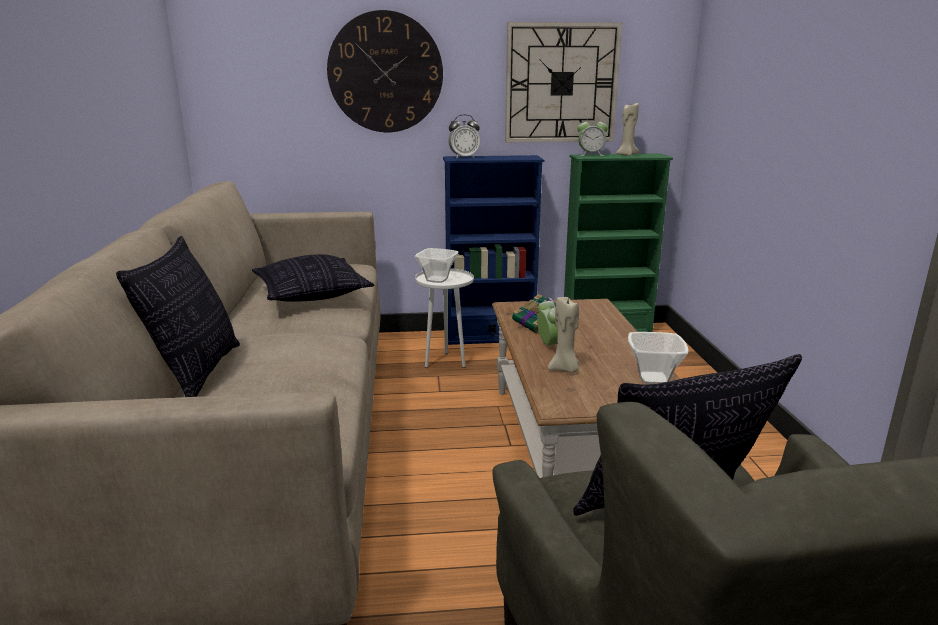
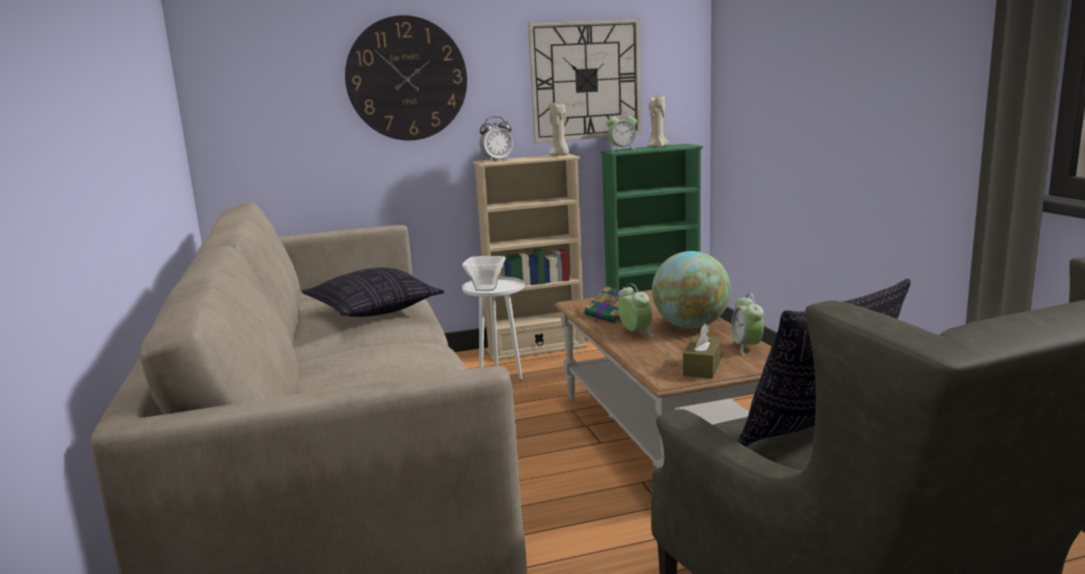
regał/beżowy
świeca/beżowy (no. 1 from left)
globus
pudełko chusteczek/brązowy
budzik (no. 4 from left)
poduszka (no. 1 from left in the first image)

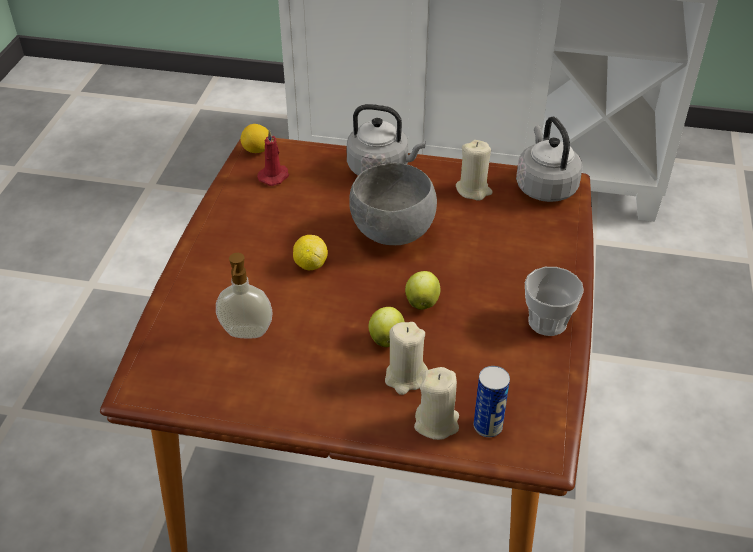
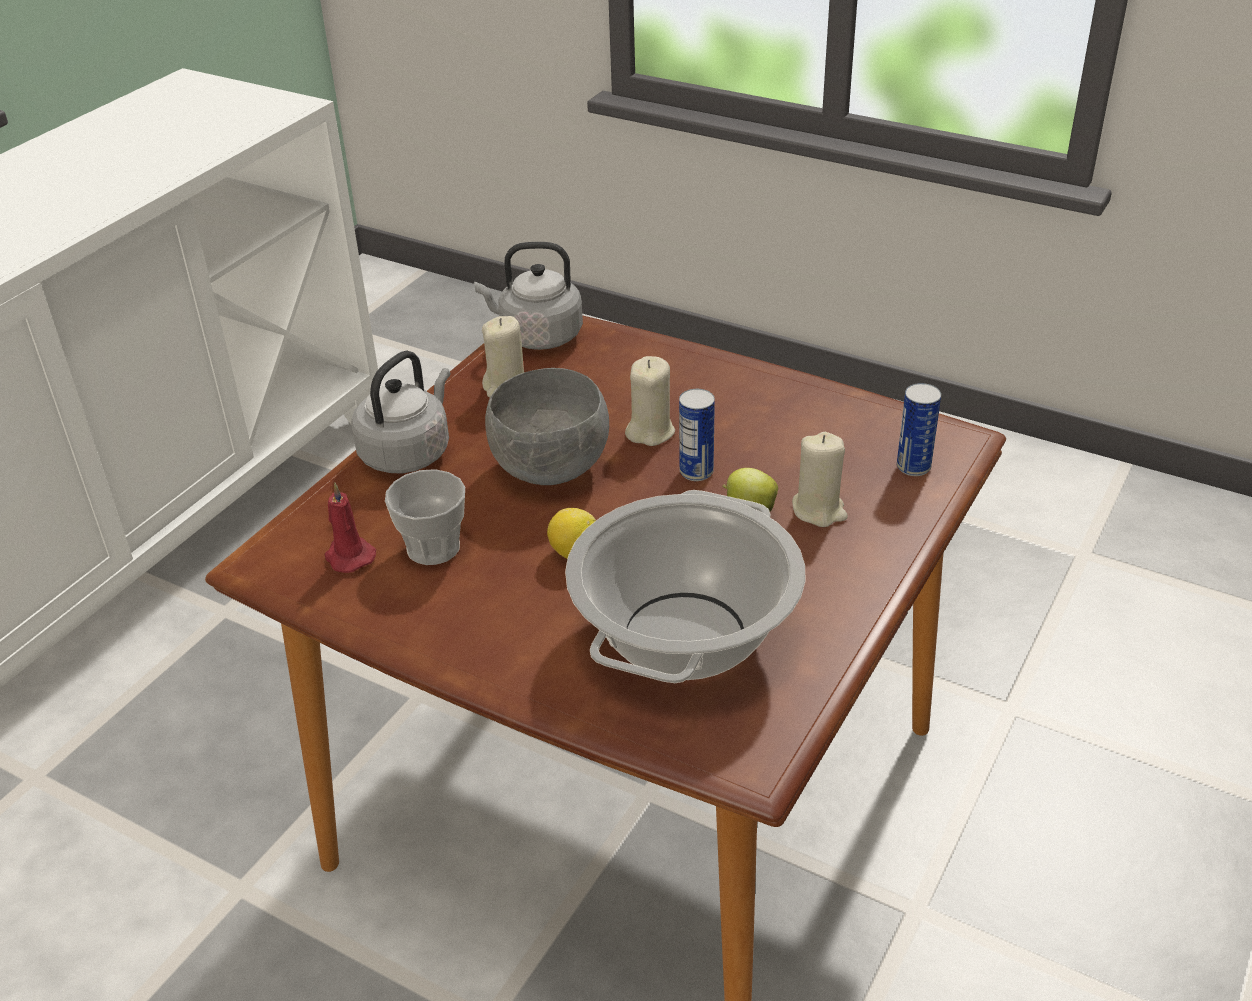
filiżanka
garnek
świeca/beżowy (no. 2 from left)
puszka (no. 1 from left)
cytryna (no. 1 from left in the first image)

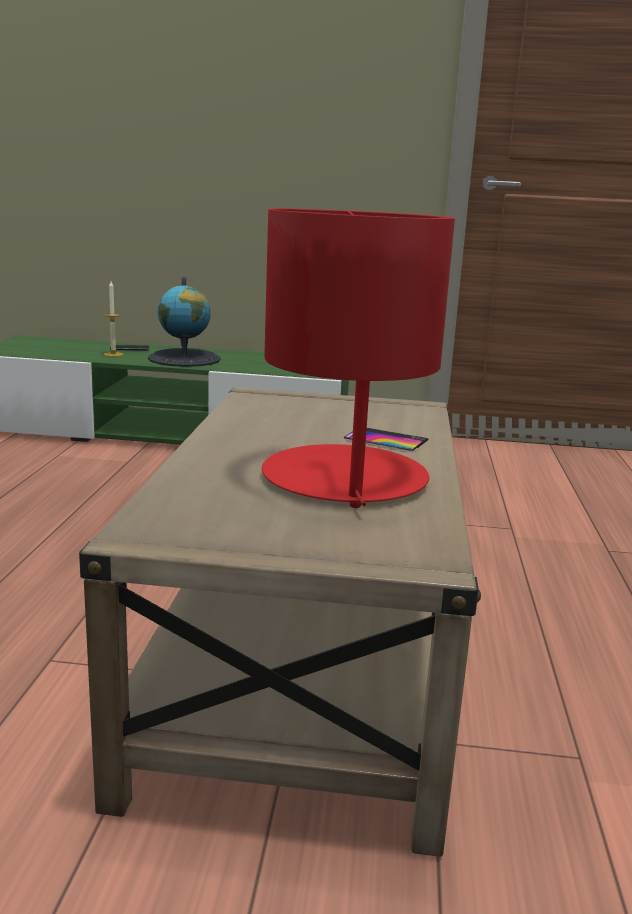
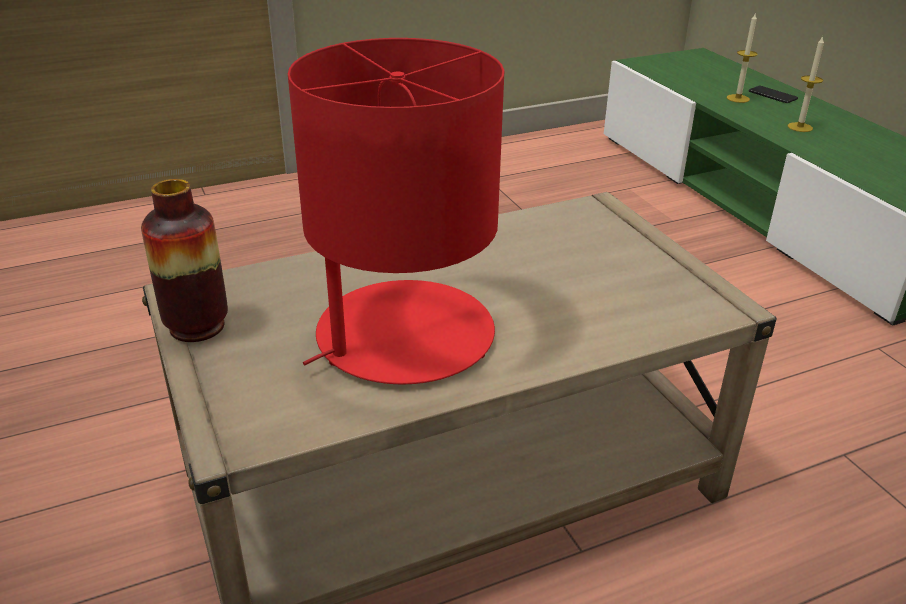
wazon
świeca (no. 2 from left)
telefon (no. 2 from left in the first image)

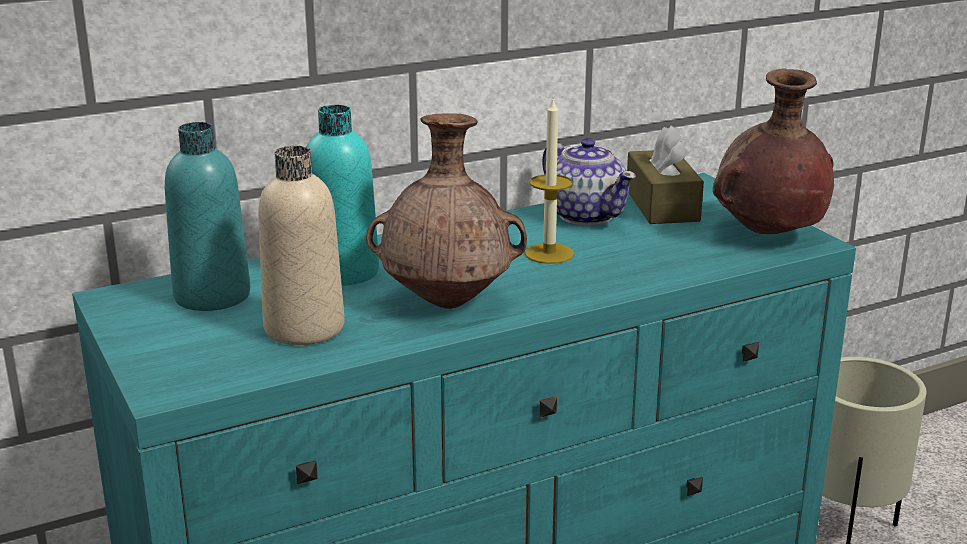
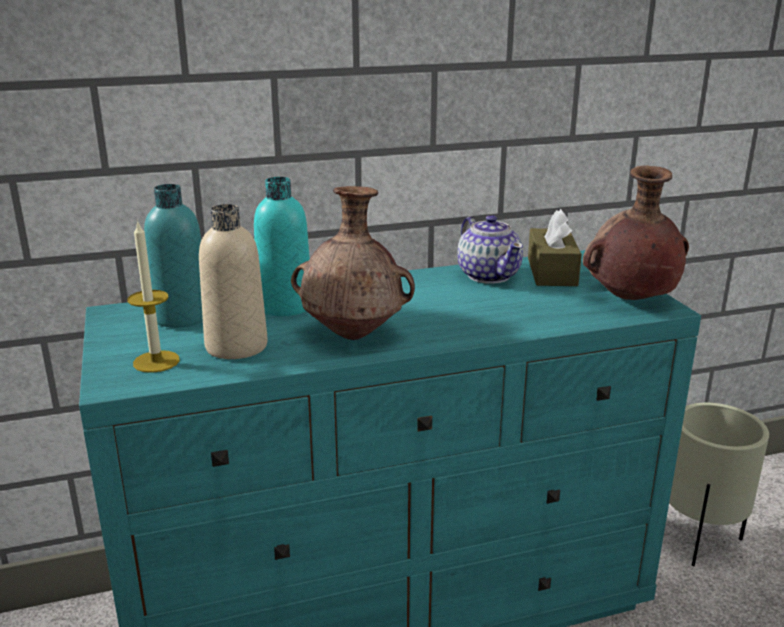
świeca

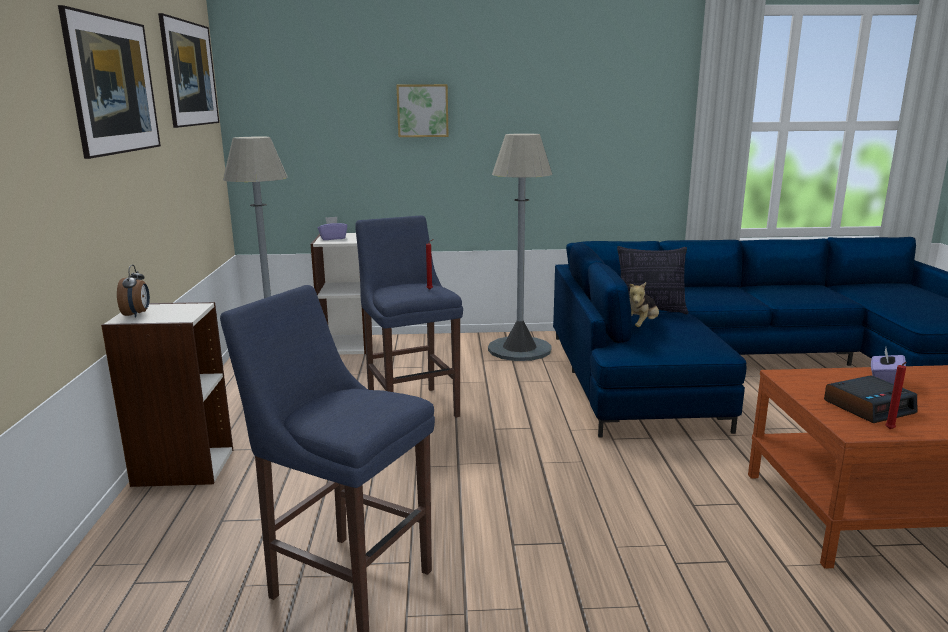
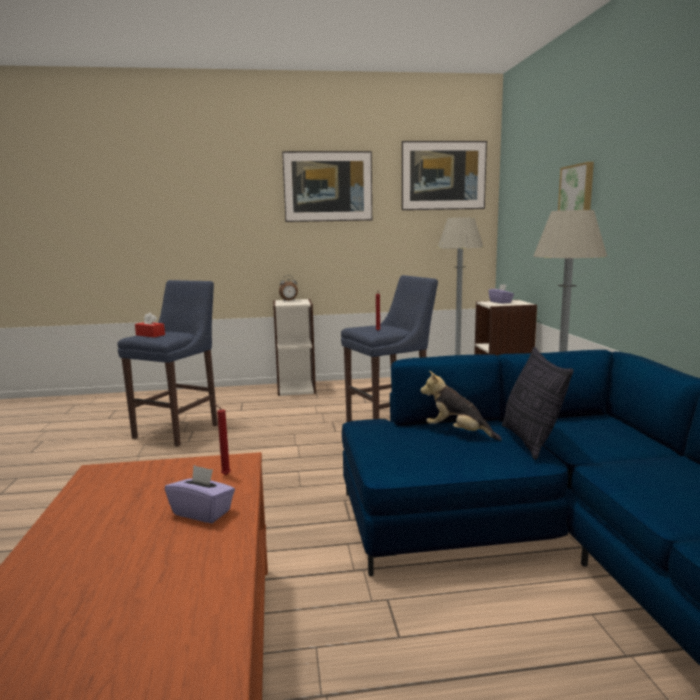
pudełko chusteczek/czerwony
świeca/czerwony (no. 1 from left)
budzik (no. 2 from left in the first image)

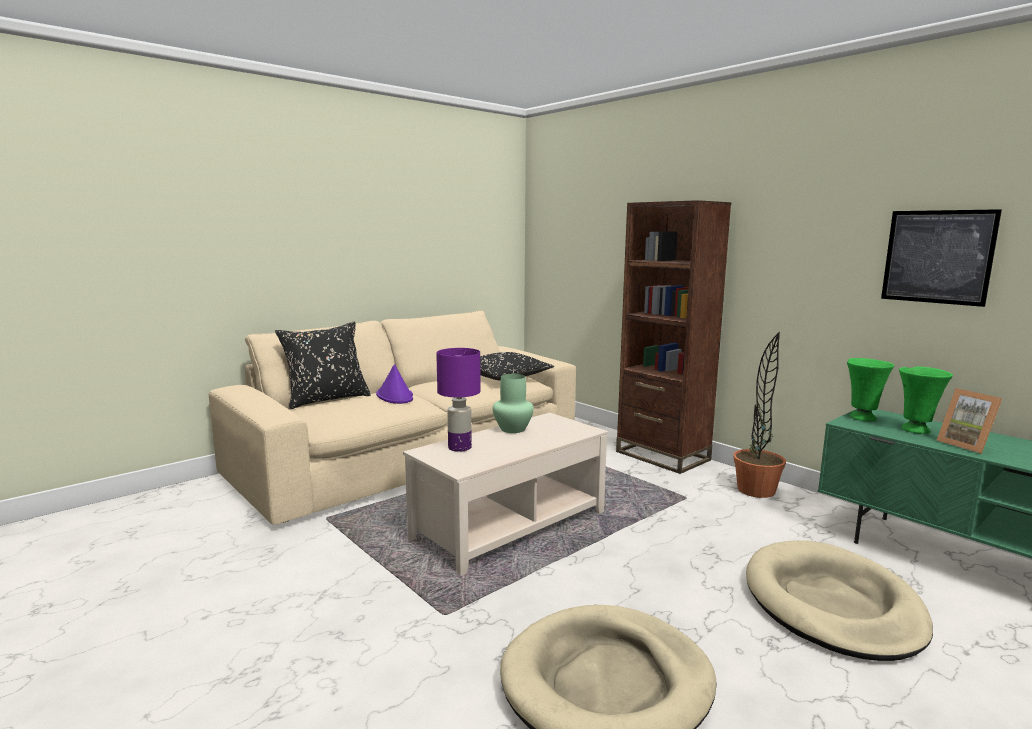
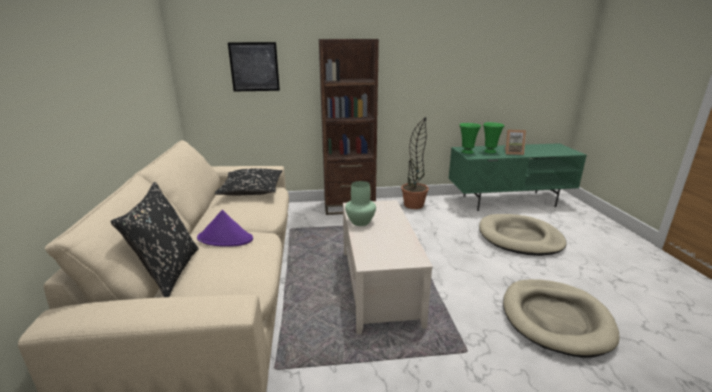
obraz
lampa stołowa/fioletowy

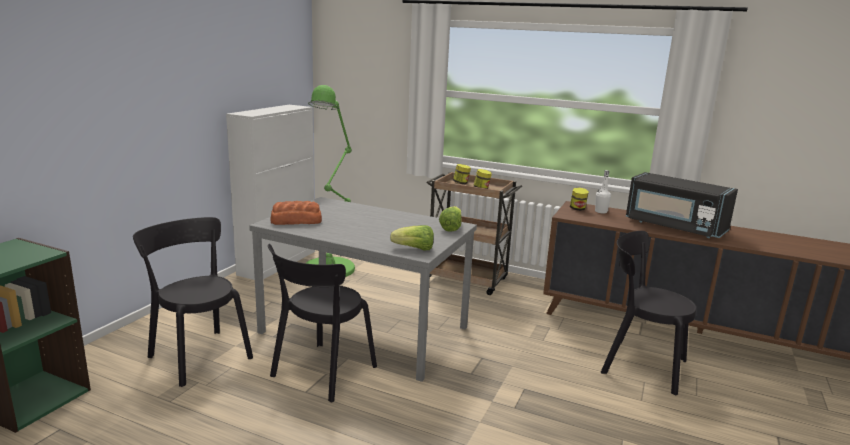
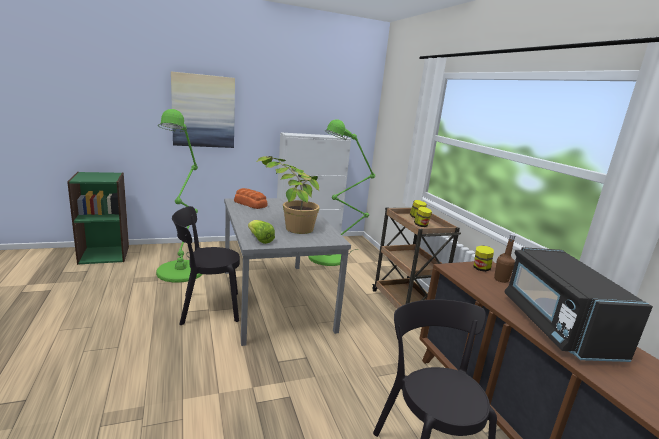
lampa stojąca/zielony (no. 1 from left)
obraz
roślina doniczkowa
butelka/brązowy
sałata (no. 2 from left in the first image)

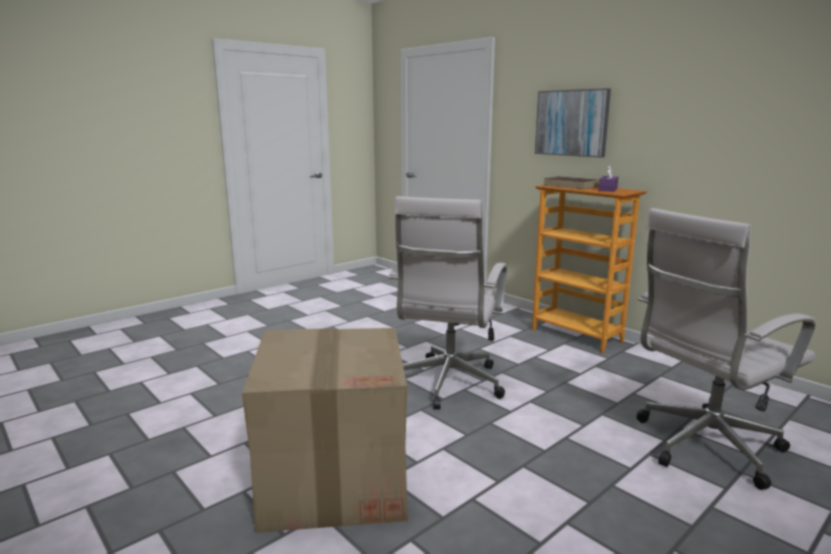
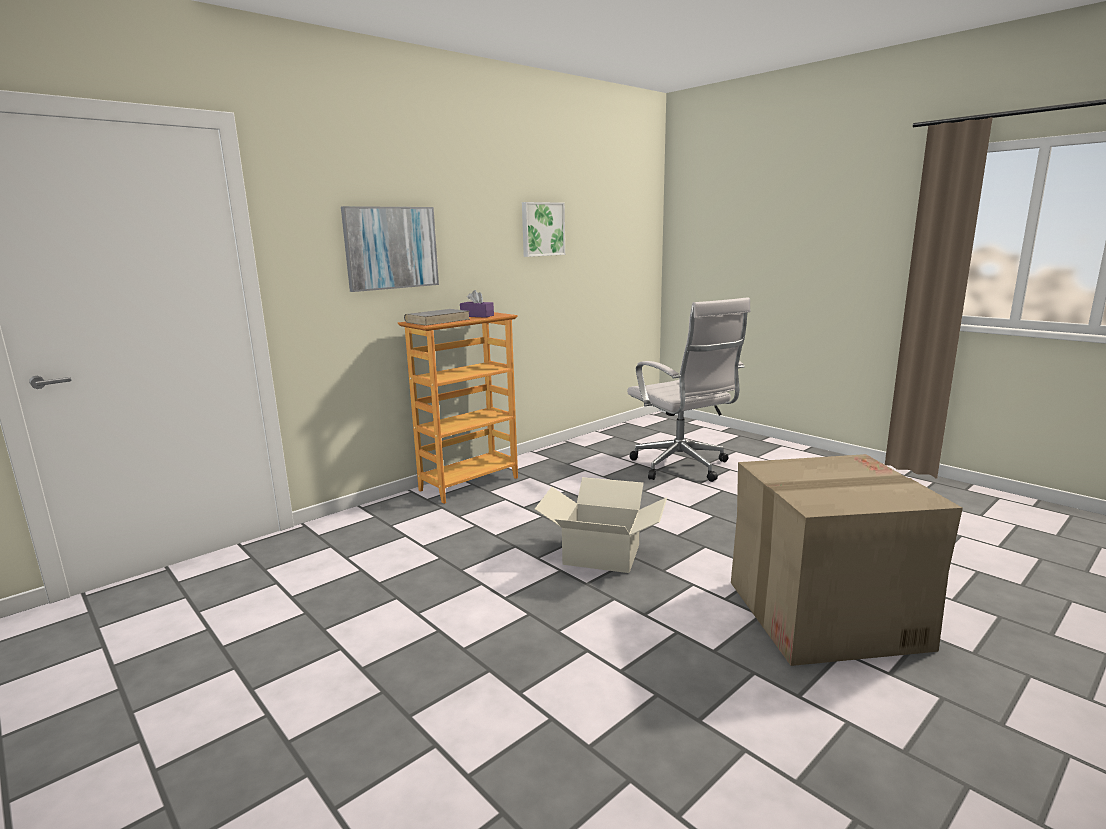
książka/szary
obraz (no. 2 from left)
karton (no. 1 from left)

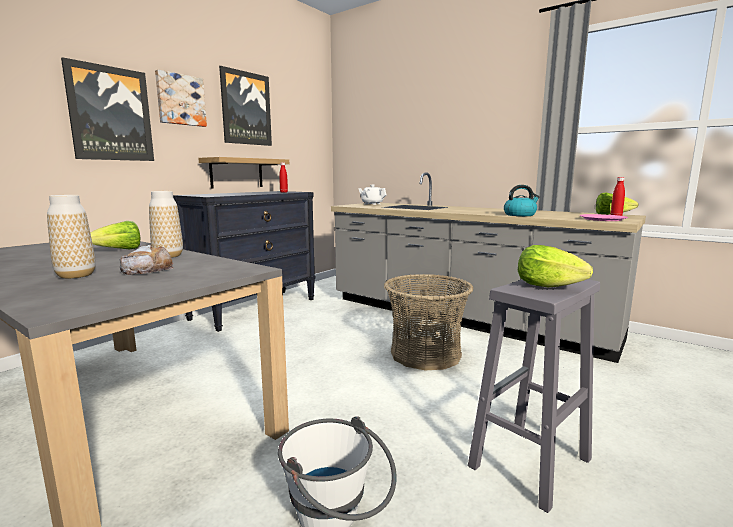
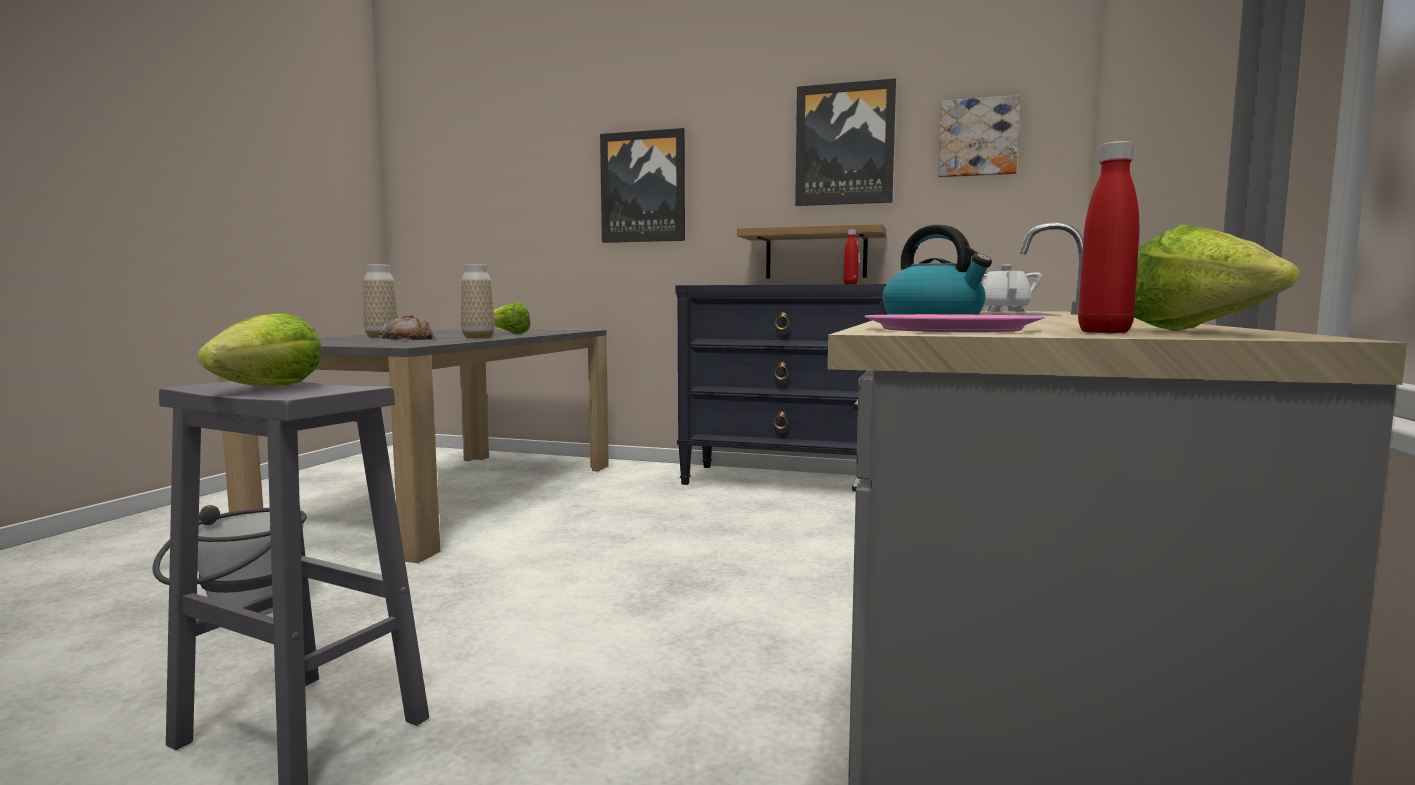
obraz (no. 3 from left)
koszyk

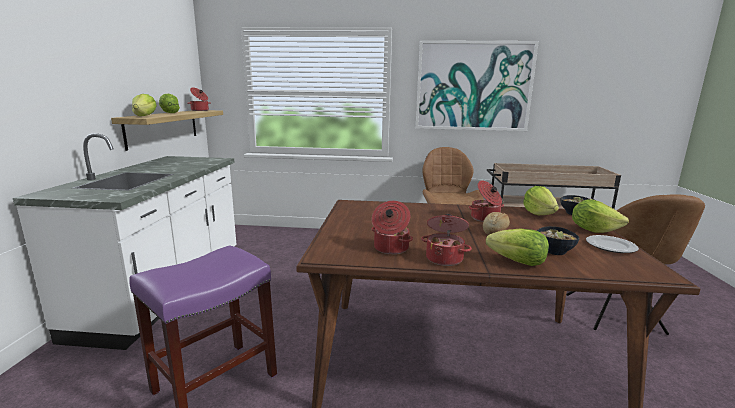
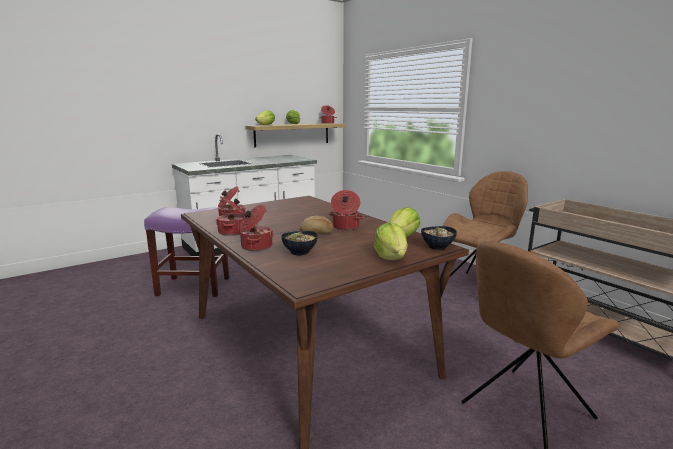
garnek (no. 3 from left)
obraz
talerz

